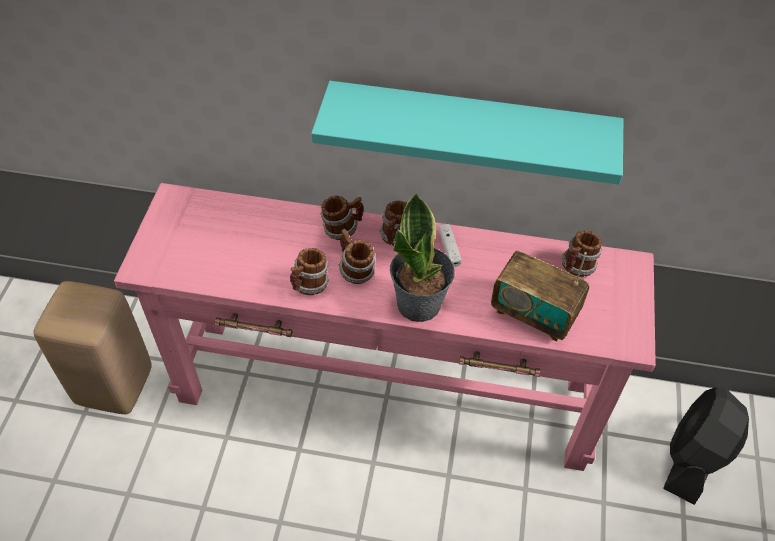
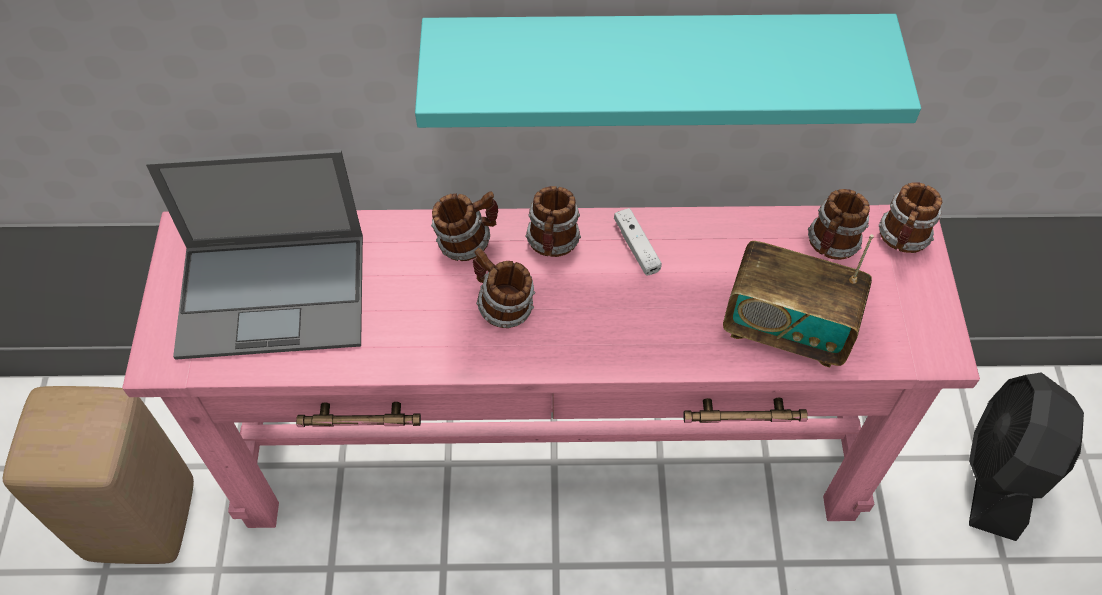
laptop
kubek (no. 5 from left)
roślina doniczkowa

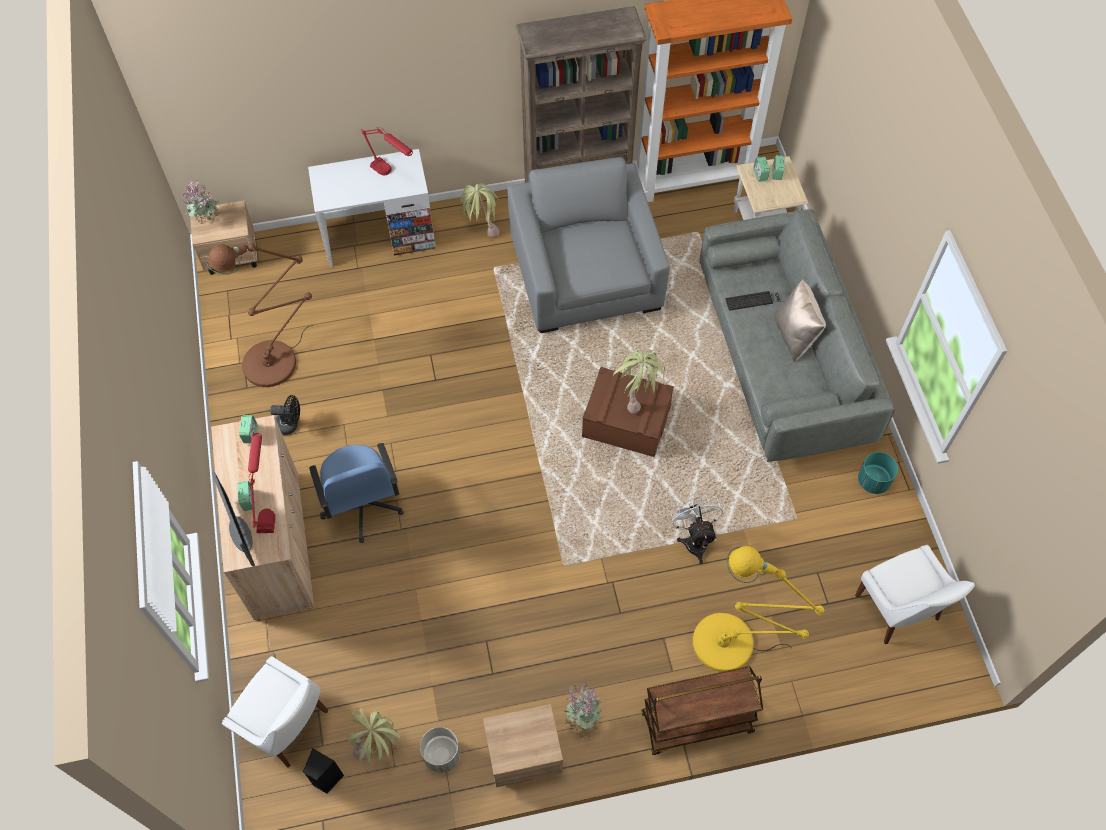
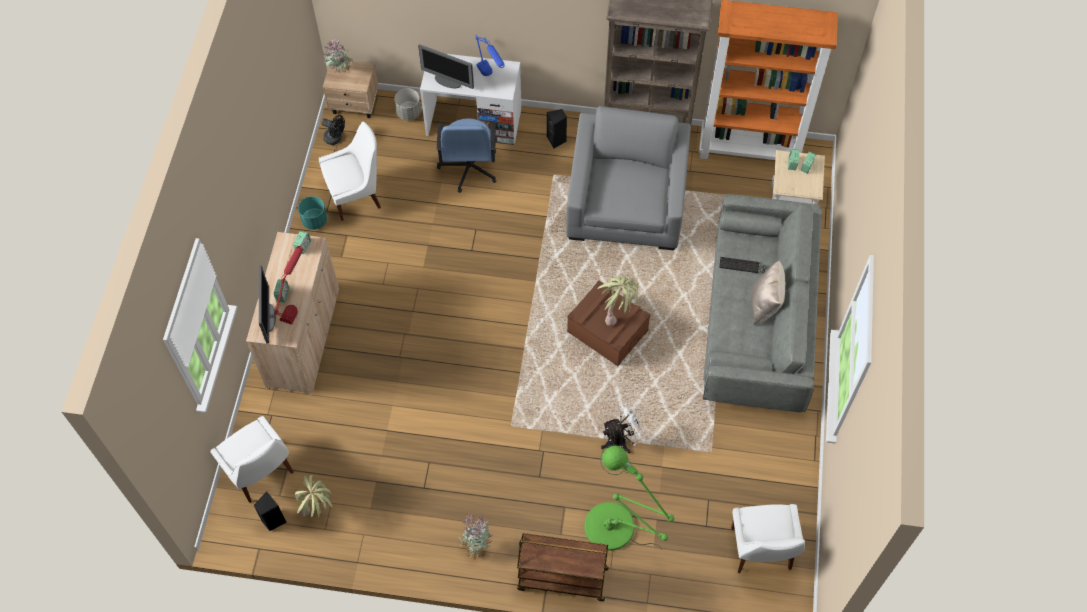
donica/turkusowy
krzesło/biały (no. 2 from left)
wentylator/czarny
donica/szary
monitor (no. 2 from left)
krzesło biurowe/niebieski
lampa stołowa/niebieski
głośnik/czarny (no. 2 from left)
lampa stojąca/zielony
wentylator/biały
szafka nocna/beżowy (no. 2 from left in the first image)

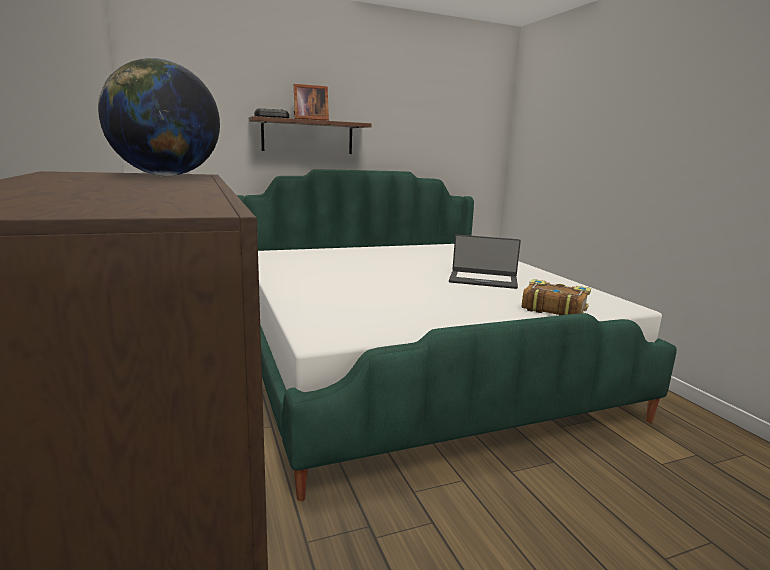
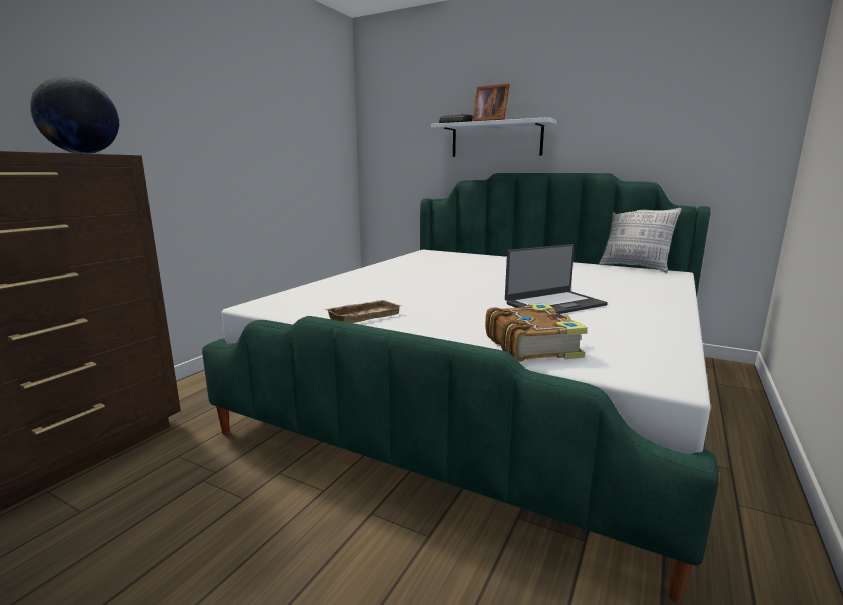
taca/beżowy
półka/biały
laptop
poduszka

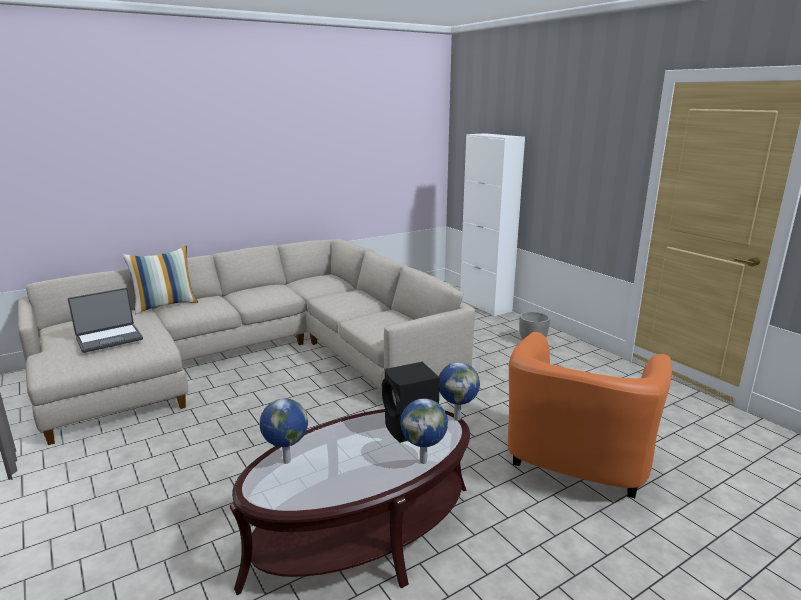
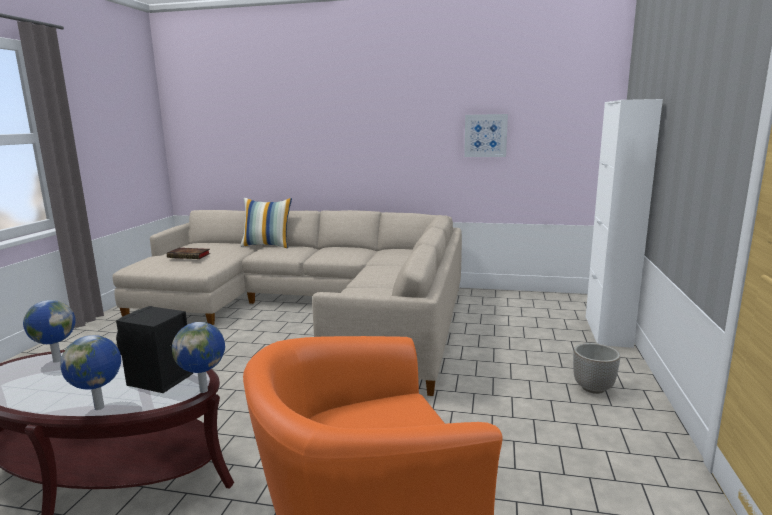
książka
obraz

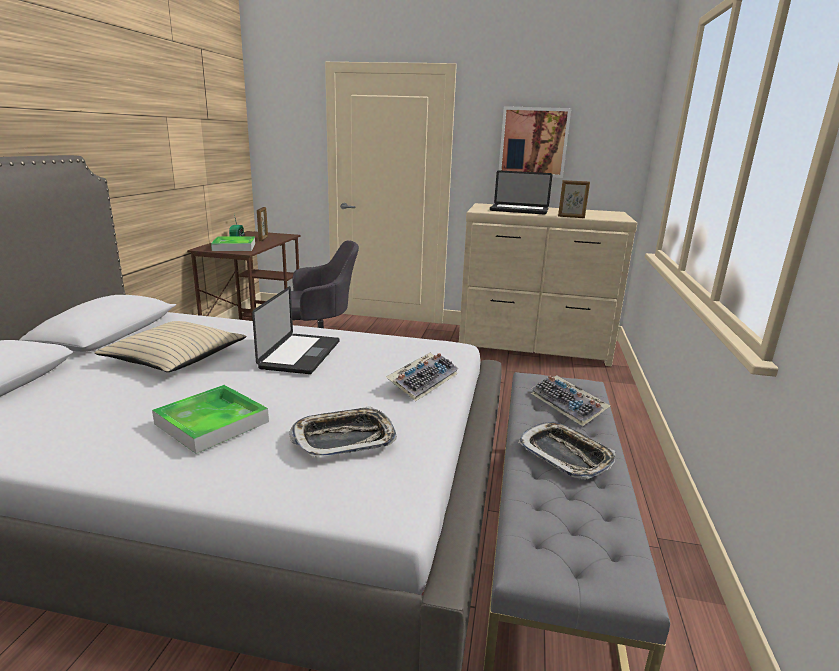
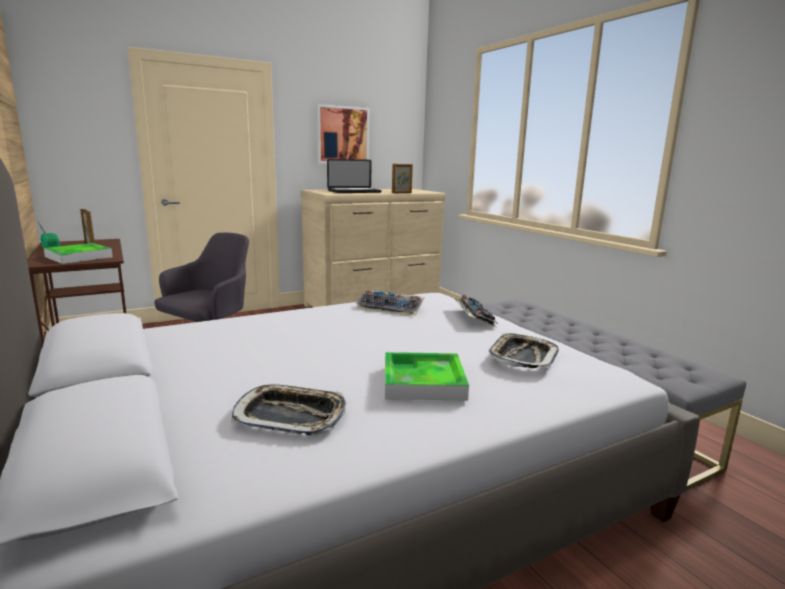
taca (no. 2 from left)
klawiatura (no. 1 from left)
poduszka/beżowy
laptop (no. 1 from left in the first image)

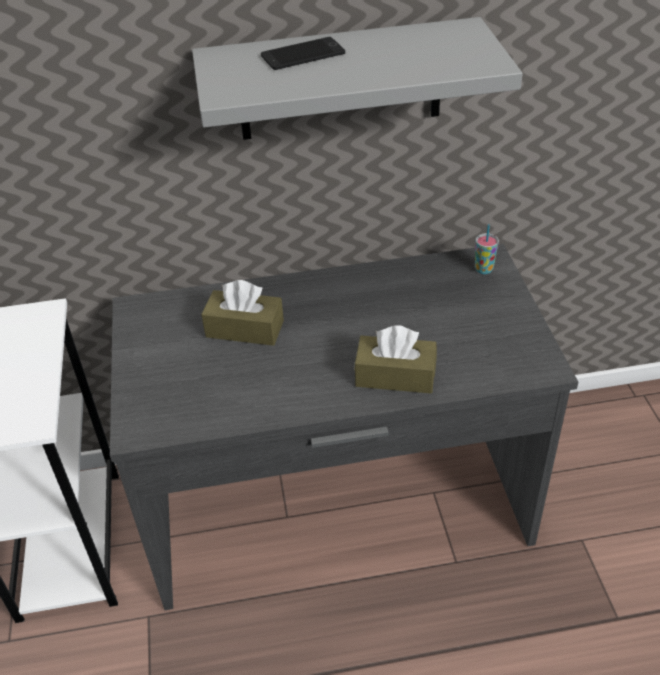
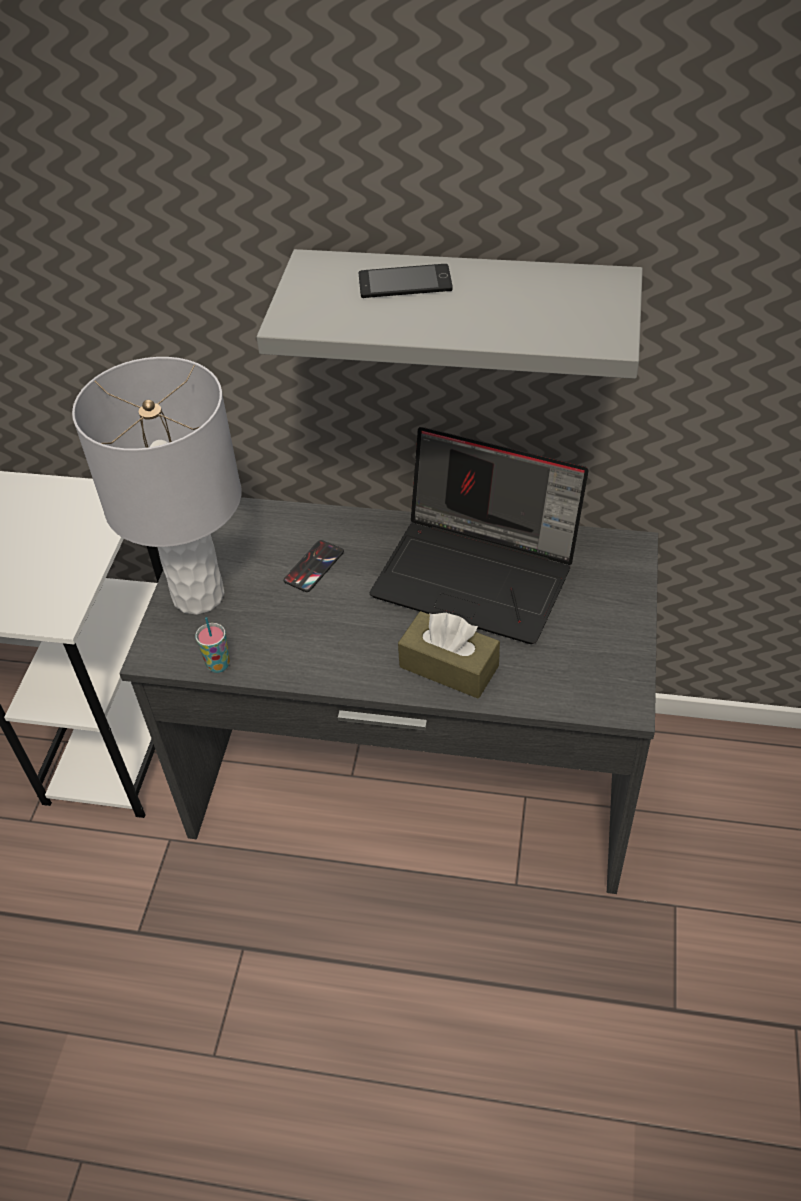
lampa stołowa/szary
filiżanka
telefon (no. 1 from left)
laptop

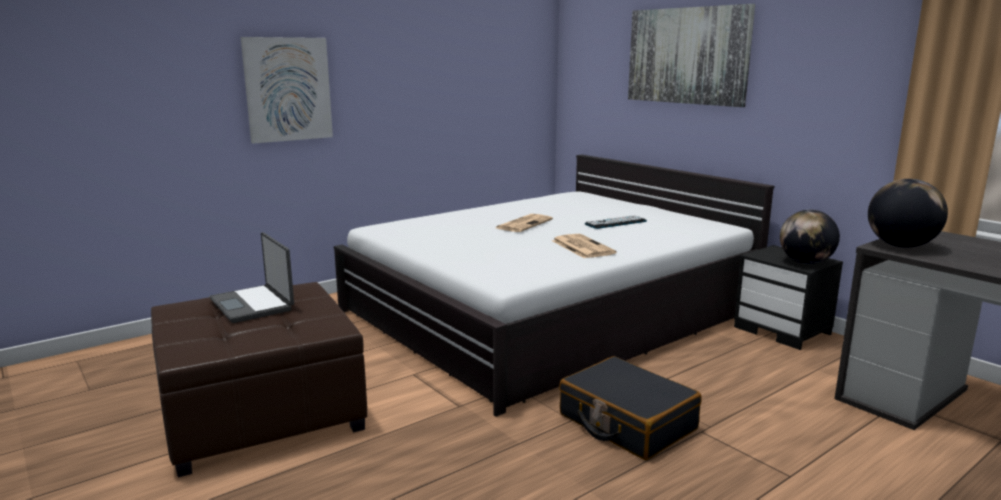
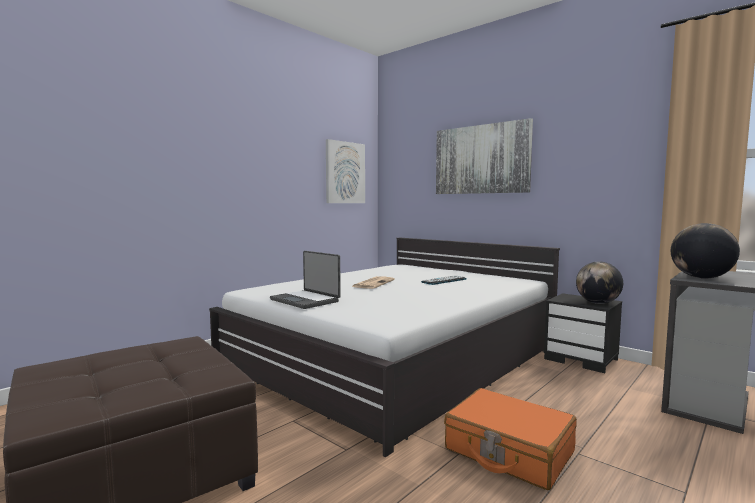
laptop
obraz (no. 1 from left)
walizka/pomarańczowy
gazeta (no. 2 from left in the first image)

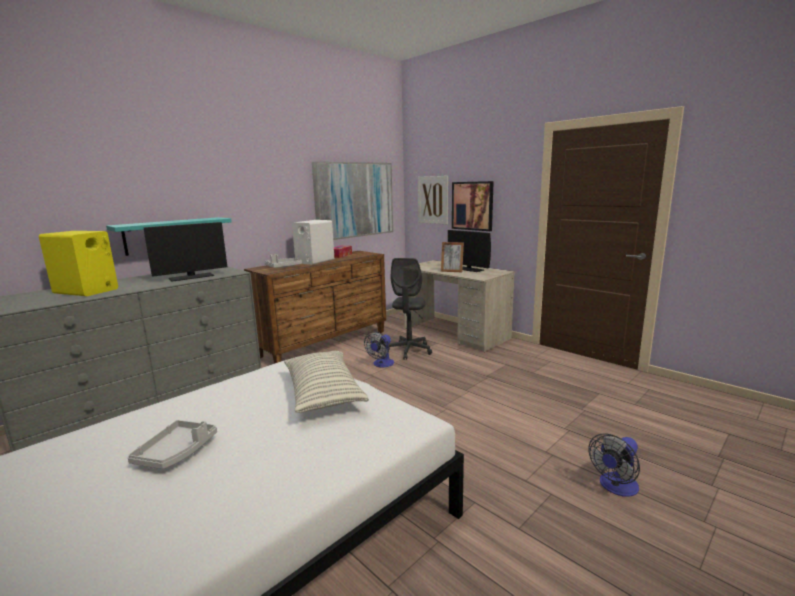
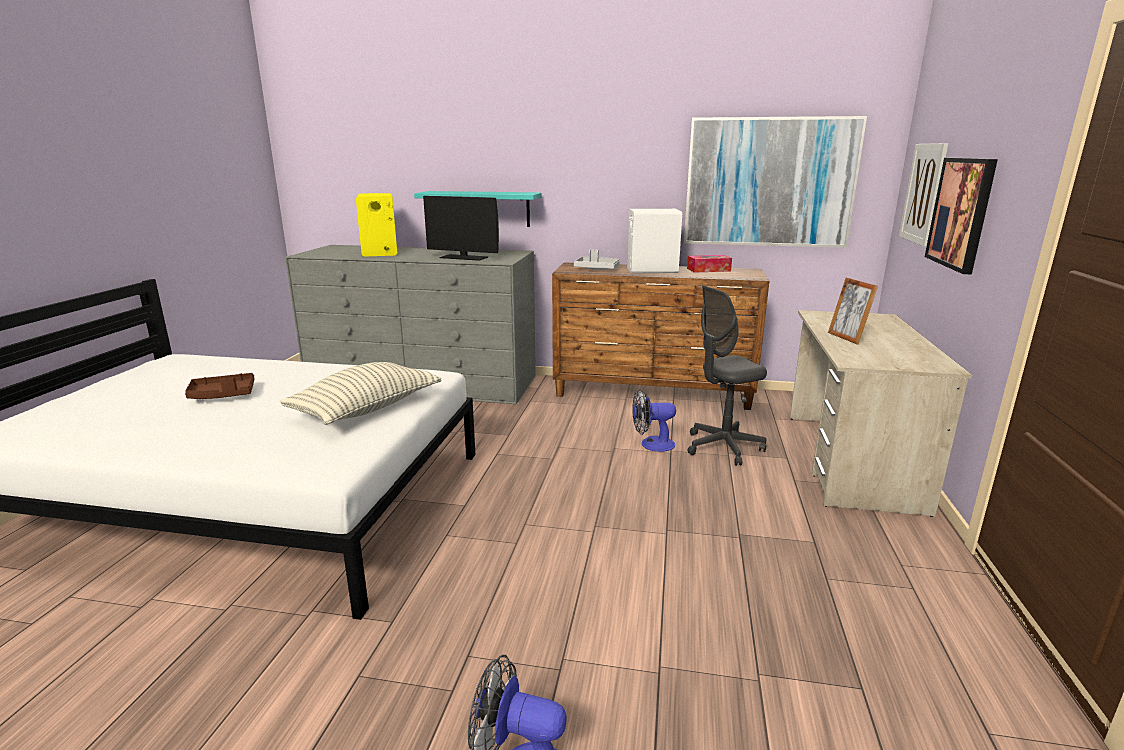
taca/brązowy
monitor (no. 2 from left in the first image)

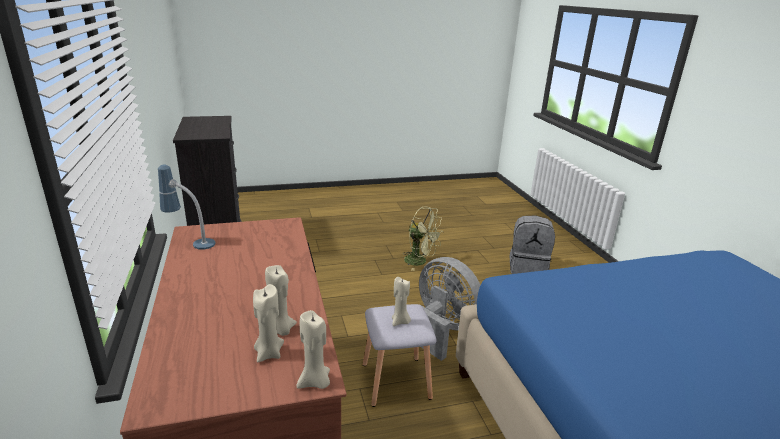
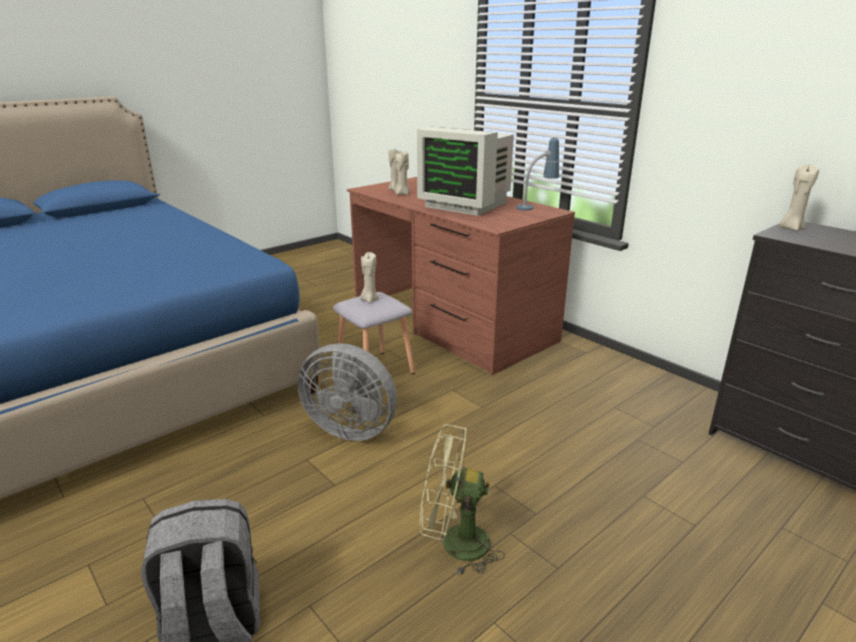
monitor
świeca/beżowy (no. 4 from left)

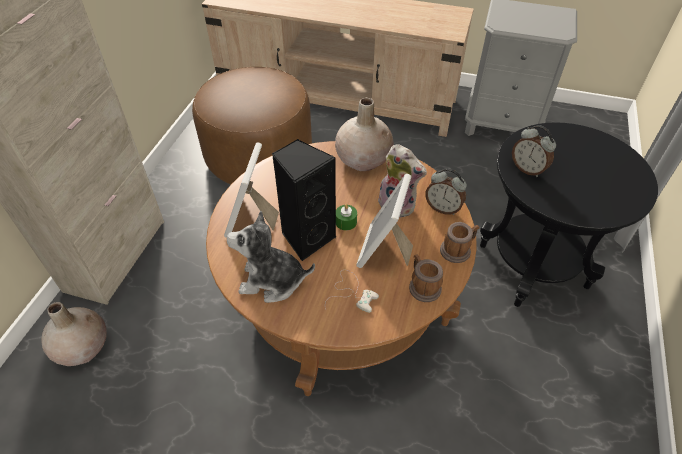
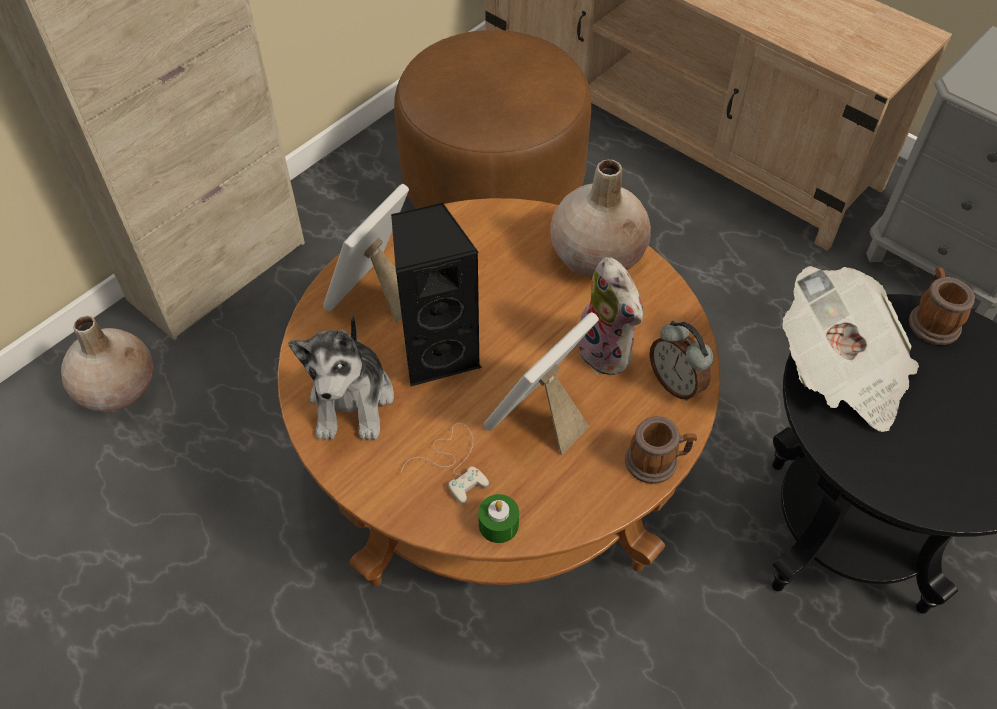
pluszak (no. 1 from left)
świeca/zielony
gazeta
kubek (no. 2 from left)

